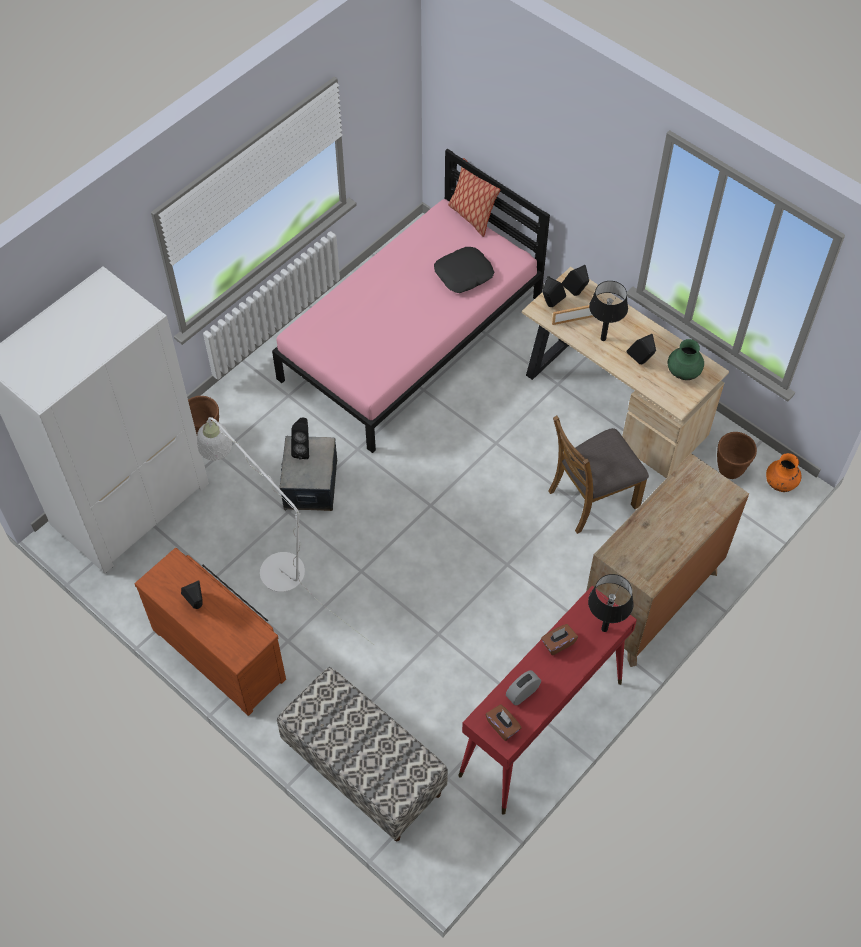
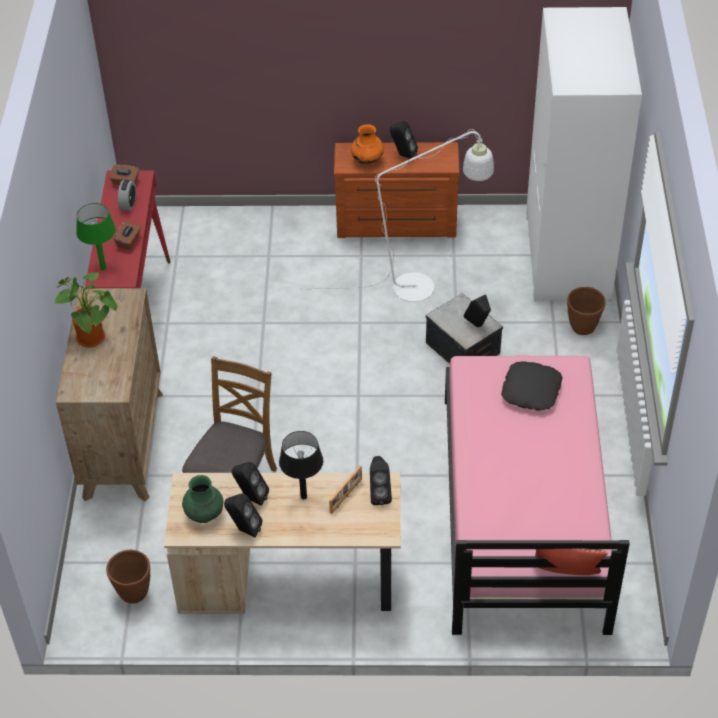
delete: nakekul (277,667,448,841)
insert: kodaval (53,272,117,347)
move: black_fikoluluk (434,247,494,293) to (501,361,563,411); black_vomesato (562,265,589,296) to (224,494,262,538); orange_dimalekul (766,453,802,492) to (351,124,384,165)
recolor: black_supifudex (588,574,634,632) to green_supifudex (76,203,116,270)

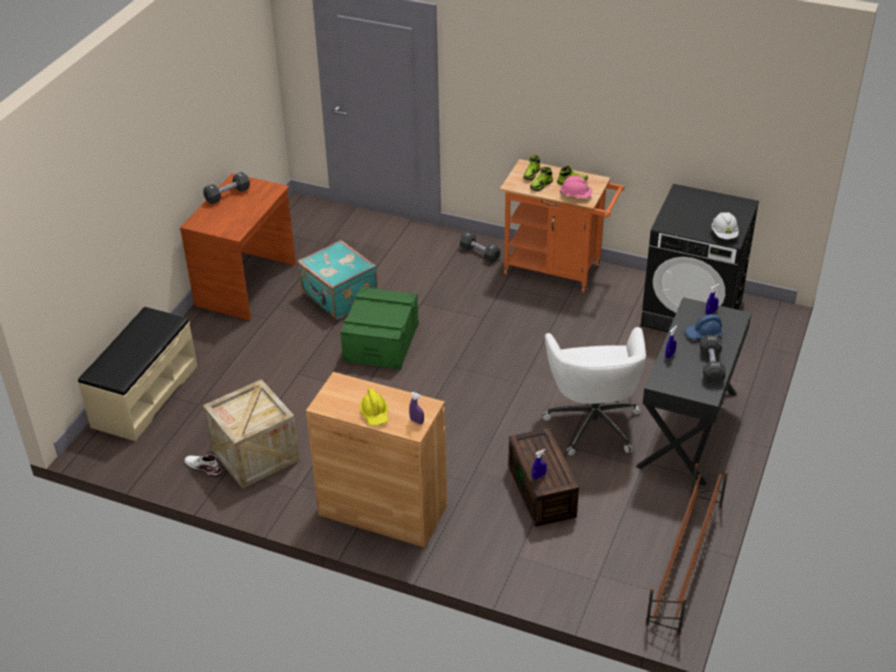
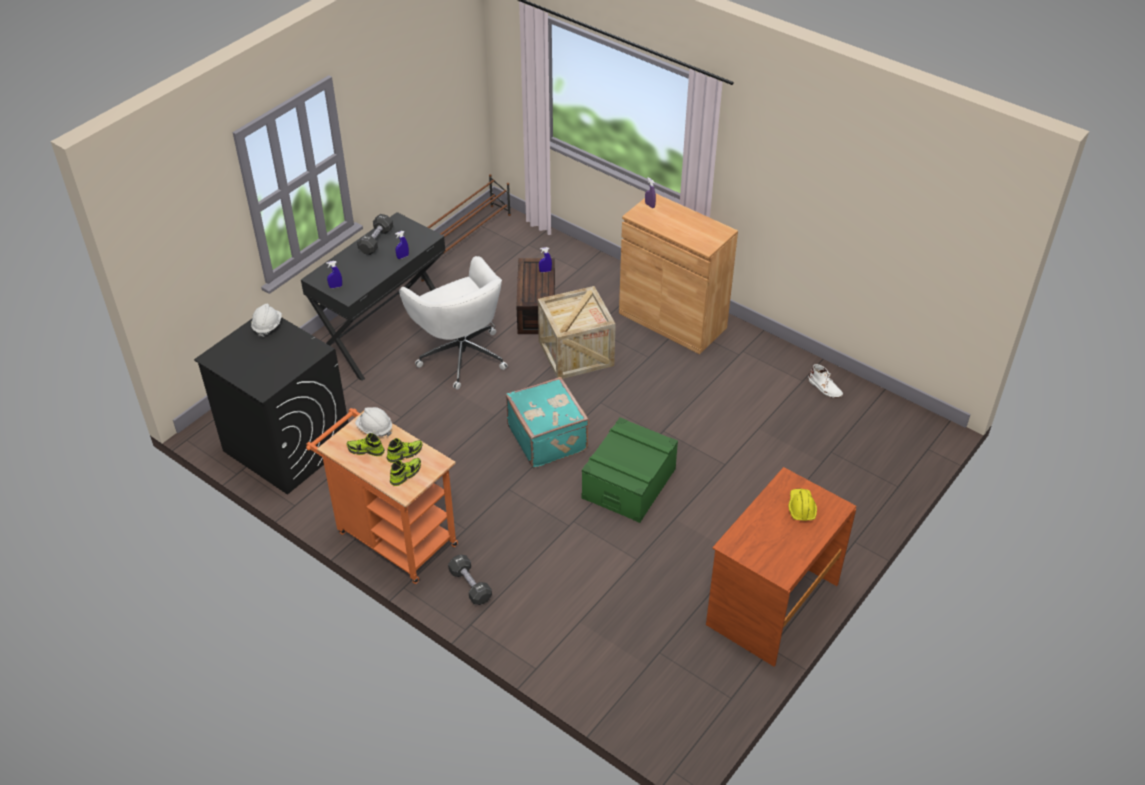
delete: beige_nakekul (78,307,198,441); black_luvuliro (203,172,250,204); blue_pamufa (685,314,723,339)
move: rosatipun (203,379,300,489) to (538,286,616,379); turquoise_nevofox (297,240,378,319) to (506,377,589,468); yellow_pamufa (360,388,388,426) to (789,489,817,521)
recolor: pink_pamufa (560,175,593,198) to white_pamufa (355,407,392,437)
rotate: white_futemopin (543,327,646,456) = (399,256,508,390) 135 degrees clockwise

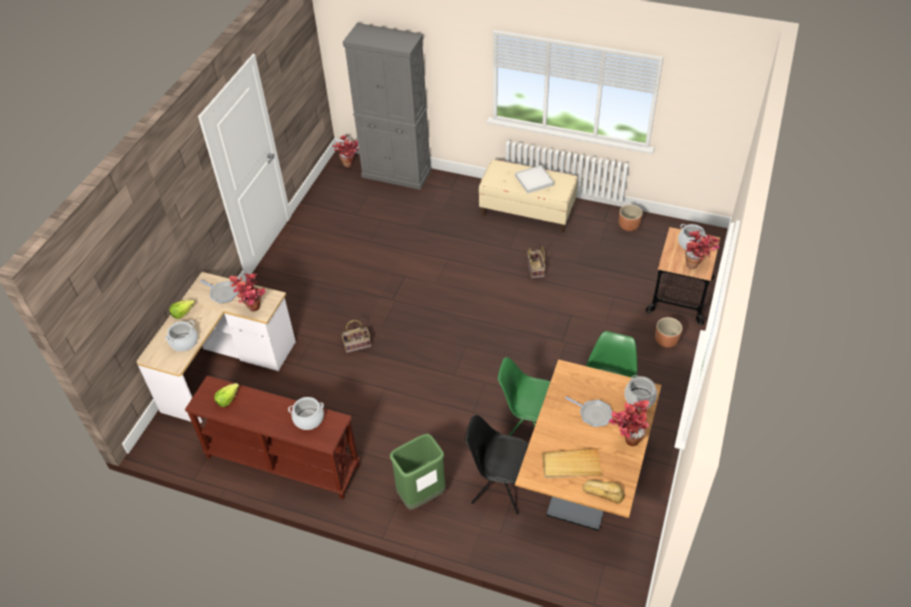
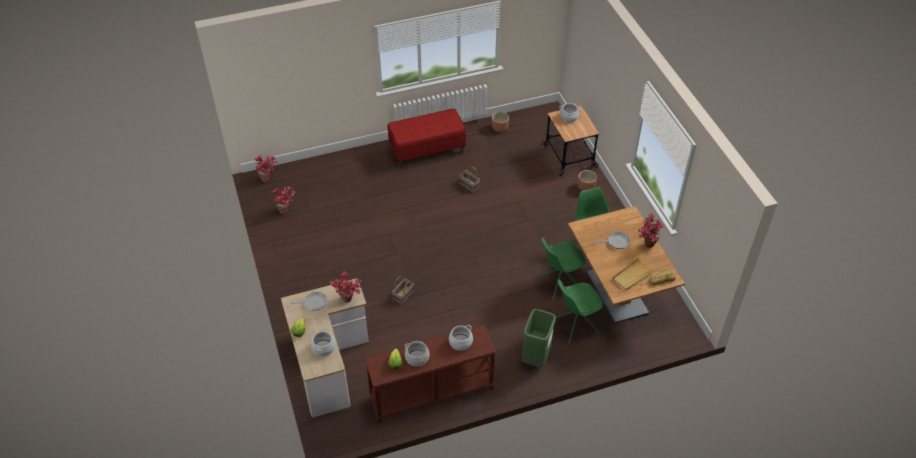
delete: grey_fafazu (343,23,432,190); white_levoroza (515,165,554,193)
move: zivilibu (624,375,657,409) to (405,341,429,366); kodaval (685,231,719,269) to (271,187,296,214)
recolor: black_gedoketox (465,415,529,514) to green_gedoketox (556,279,603,343); beige_nakekul (479,159,578,233) to red_nakekul (388,108,466,168)

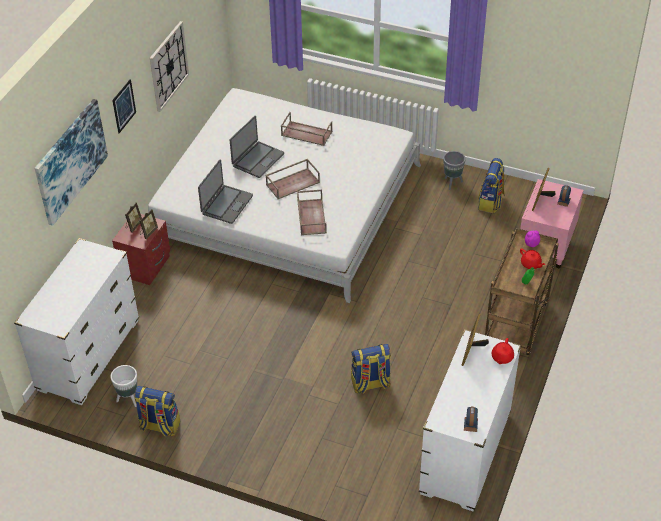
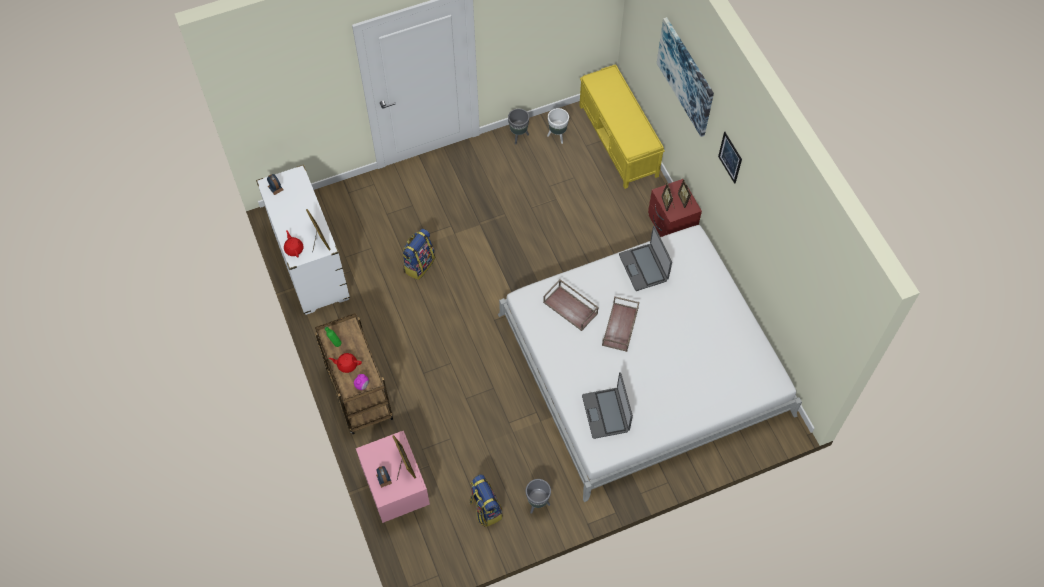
delete: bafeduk (150,21,189,112); brown_levoroza (281,112,333,146)
move: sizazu (230,116,284,178) to (582,372,633,439)
replace: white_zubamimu (14,238,139,405) to yellow_nakekul (579,64,665,189); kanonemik (135,386,180,437) to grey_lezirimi (508,108,529,145)

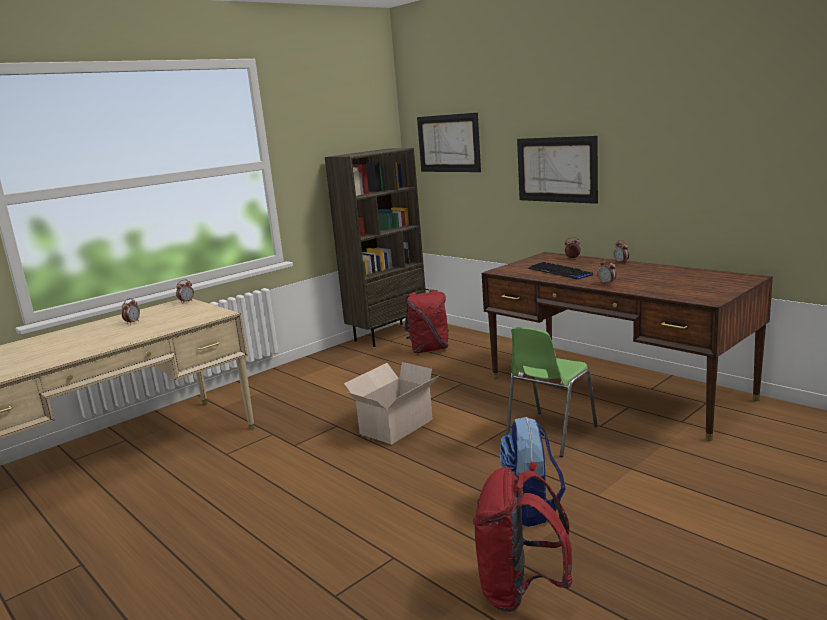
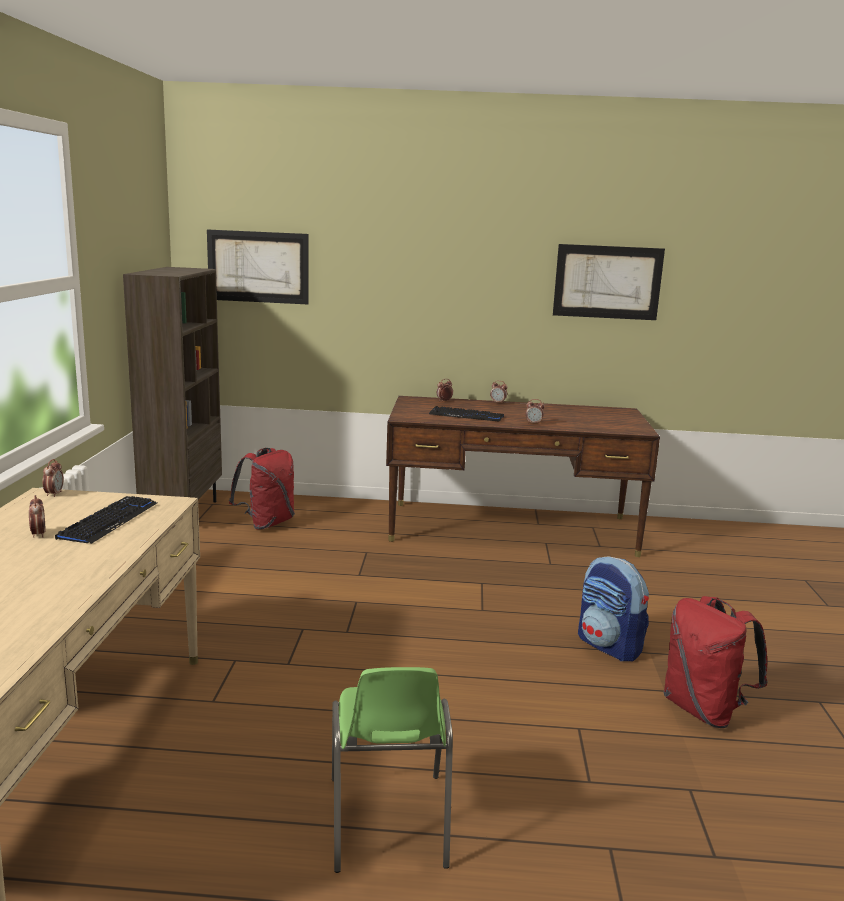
delete: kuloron (344,362,440,445)
insert: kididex (55,496,157,544)
move: green_gedoketox (506,327,597,457) to (332,667,453,873); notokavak (517,136,598,204) to (553,244,665,320)

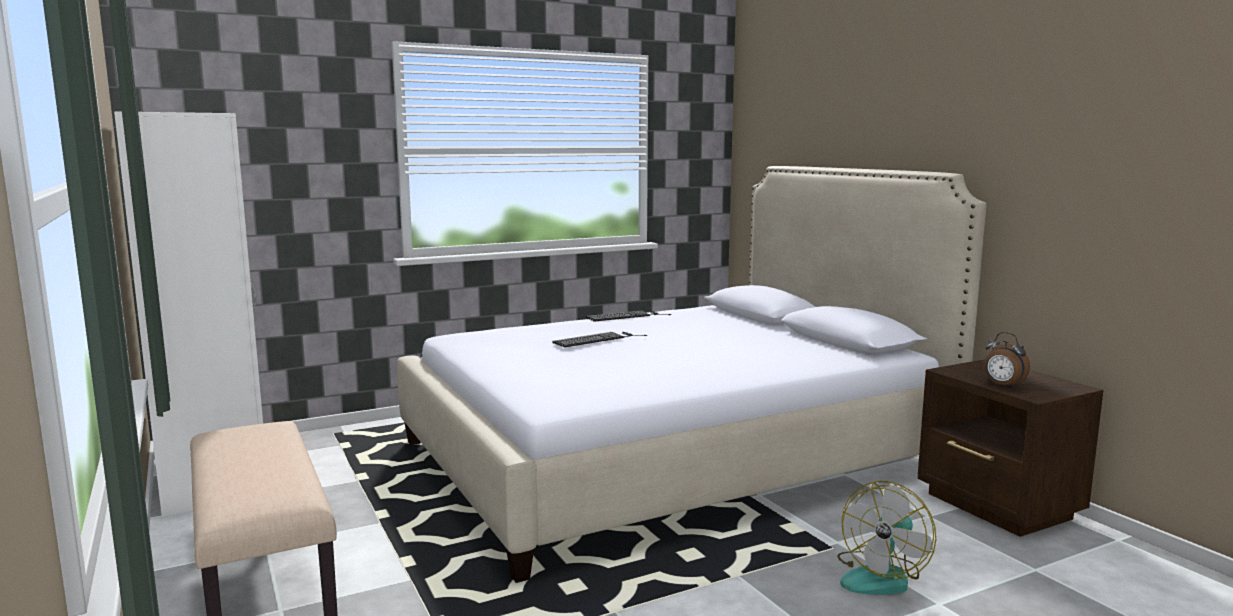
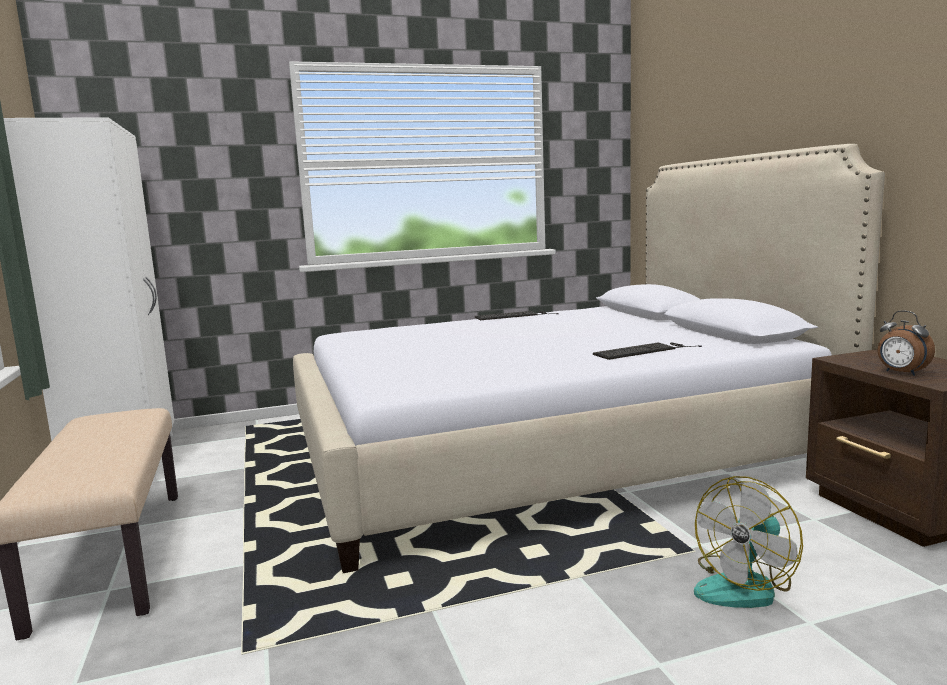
move: kididex (553,332,647,348) to (593,342,702,360)

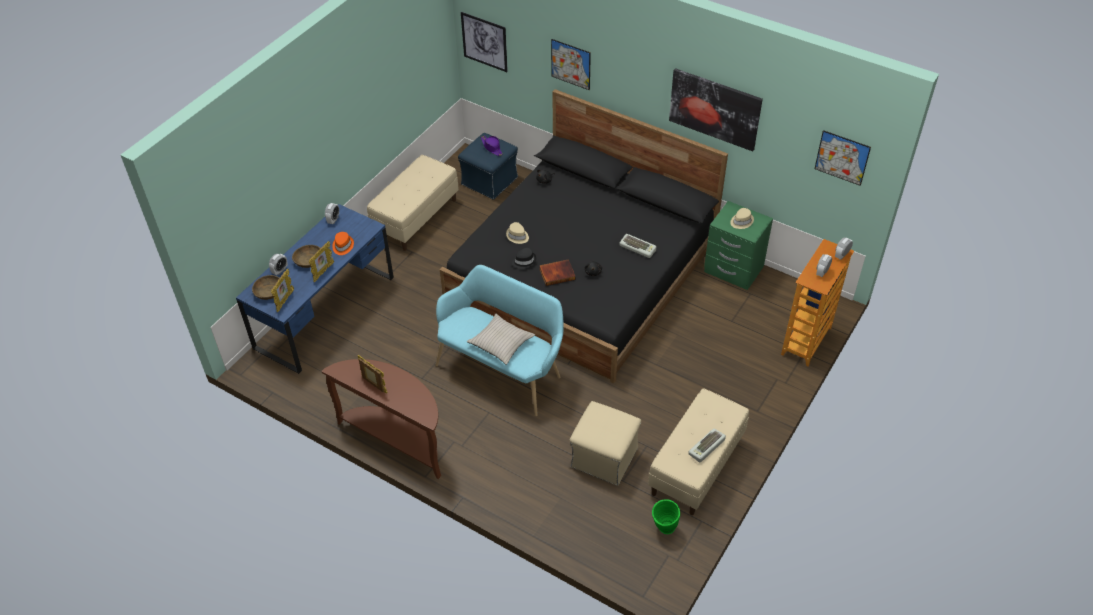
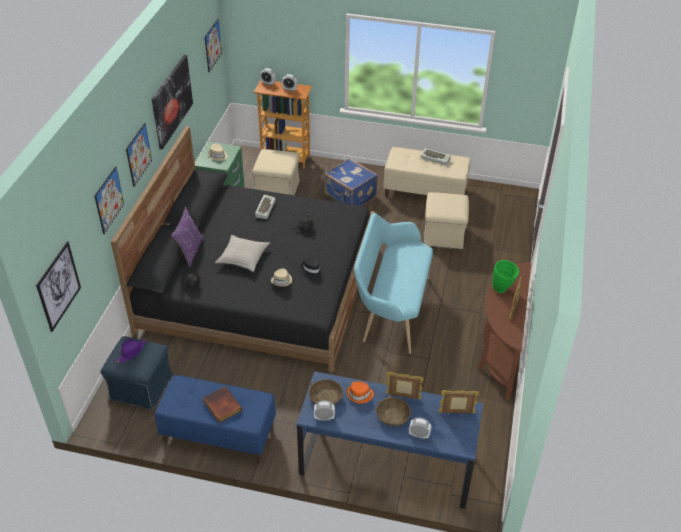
insert: notokavak (126,123,152,187); purple_fikoluluk (171,207,204,267); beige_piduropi (252,149,300,195); blue_nevofox (324,158,378,206)
move: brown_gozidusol (252,275,279,300) to (309,379,343,405); beige_fikoluluk (467,314,535,365) to (215,235,270,272); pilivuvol (539,259,576,286) to (203,386,242,423); green_dimalekul (652,499,680,534) to (492,260,519,293)
recolor: beige_nakekul (367,155,459,251) to blue_nakekul (155,375,276,462)

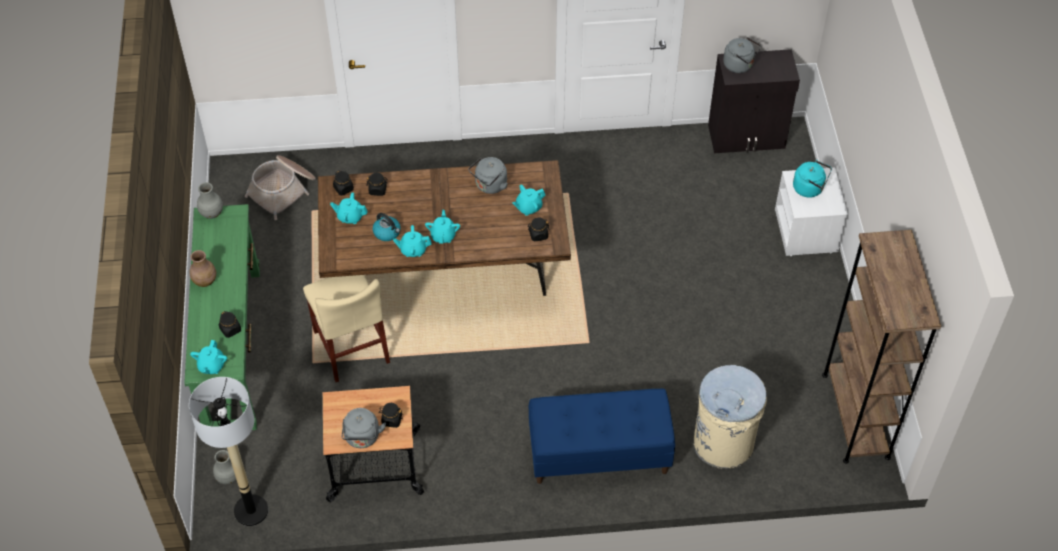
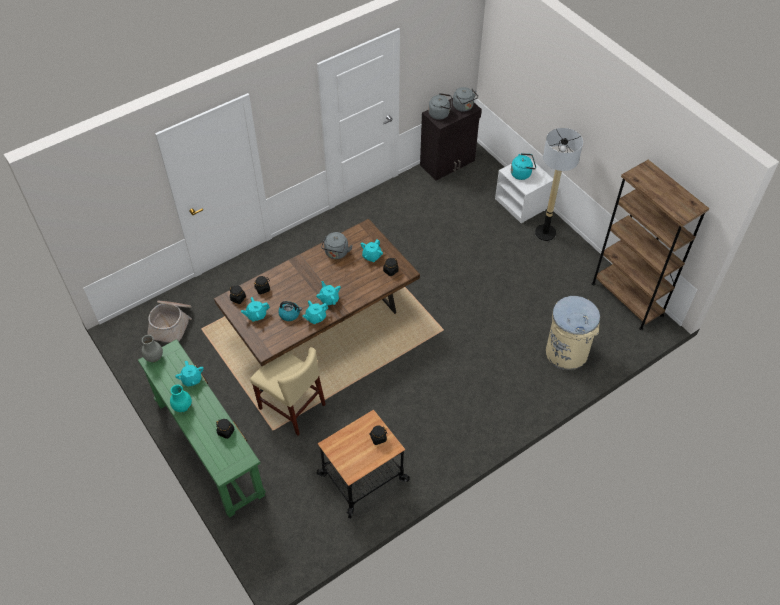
delete: grey_dimalekul (213,450,236,485); blue_nakekul (529,389,675,484)
move: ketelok (189,377,268,526) to (535,128,583,241); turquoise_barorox (190,340,227,374) to (175,361,203,386); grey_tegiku (342,408,386,448) to (453,87,478,112)
recolor: brown_dimalekul (190,250,216,287) to turquoise_dimalekul (170,385,192,412)

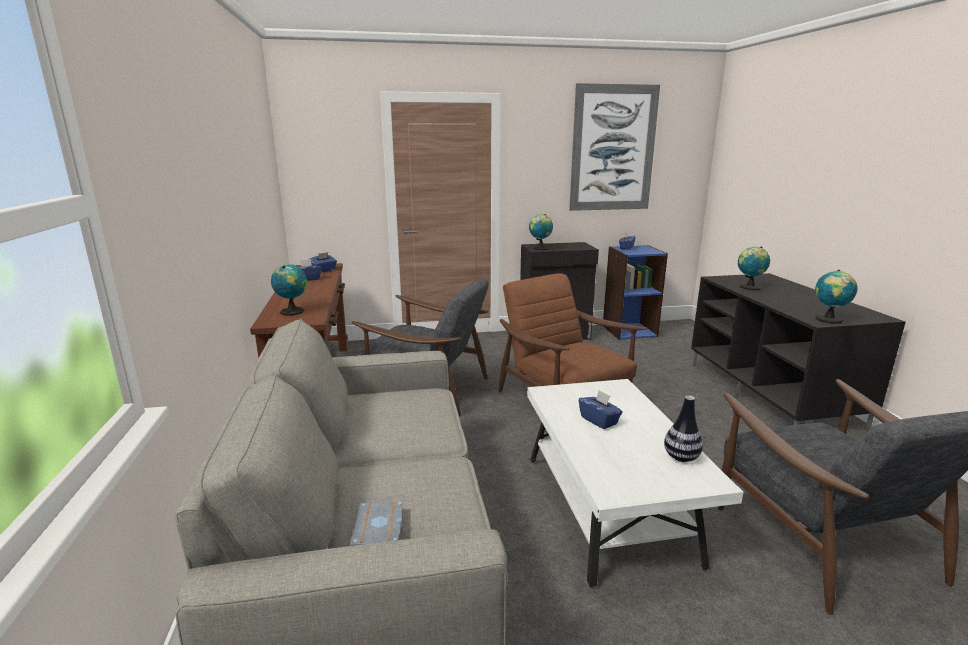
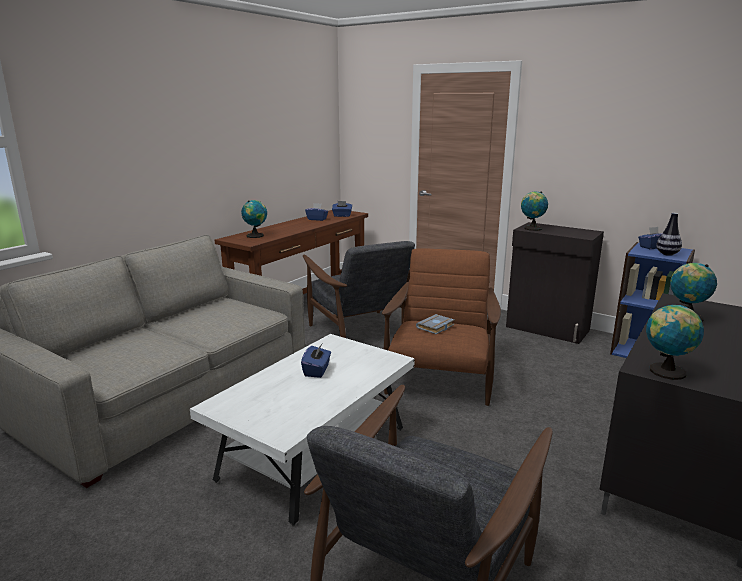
delete: notokavak (569,83,660,211)
move: grey_pilivuvol (349,501,404,546) to (416,314,454,334); dimalekul (664,396,703,462) to (656,213,682,256)

